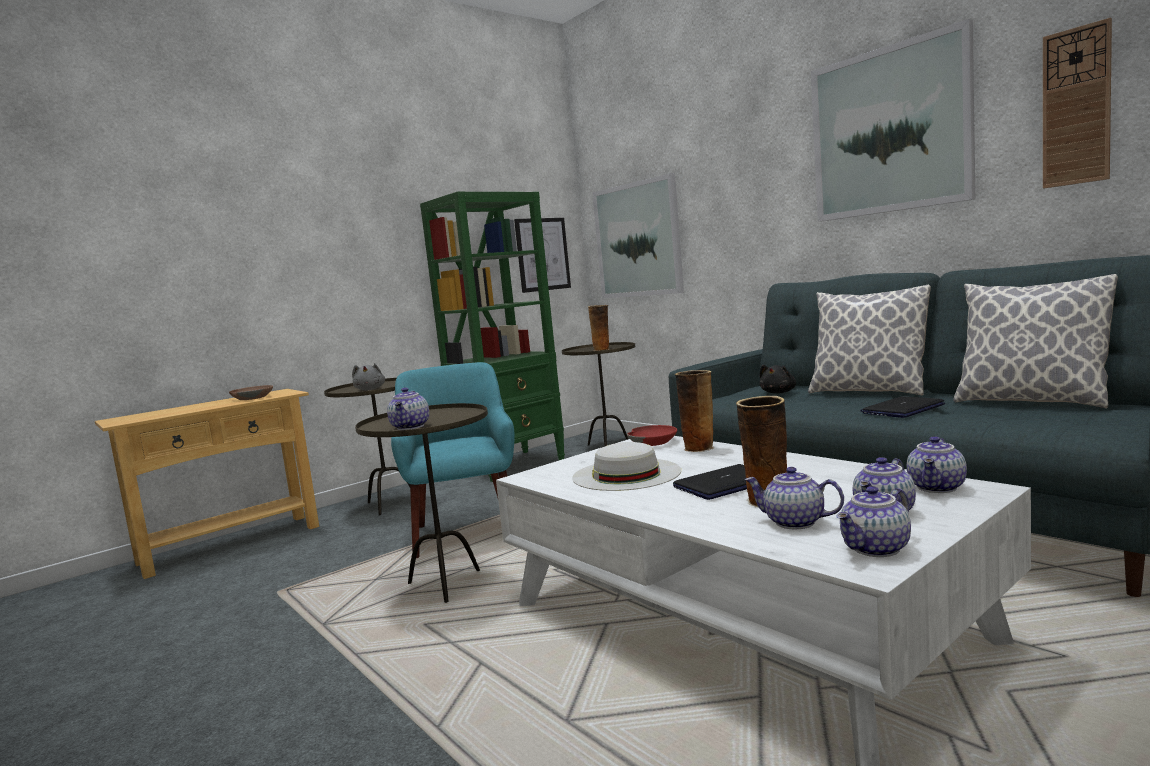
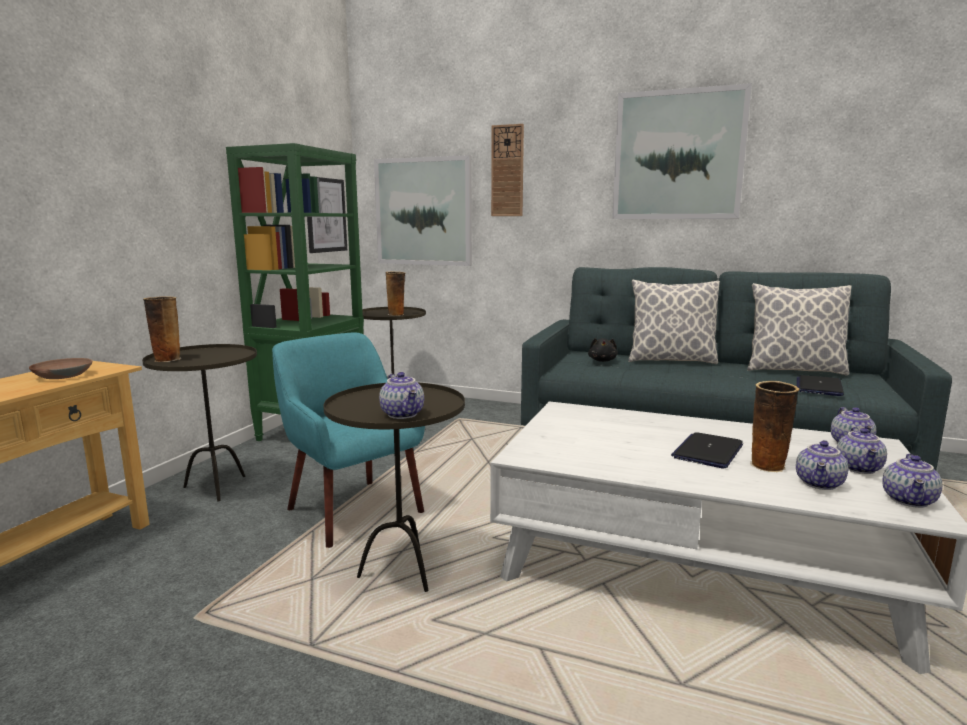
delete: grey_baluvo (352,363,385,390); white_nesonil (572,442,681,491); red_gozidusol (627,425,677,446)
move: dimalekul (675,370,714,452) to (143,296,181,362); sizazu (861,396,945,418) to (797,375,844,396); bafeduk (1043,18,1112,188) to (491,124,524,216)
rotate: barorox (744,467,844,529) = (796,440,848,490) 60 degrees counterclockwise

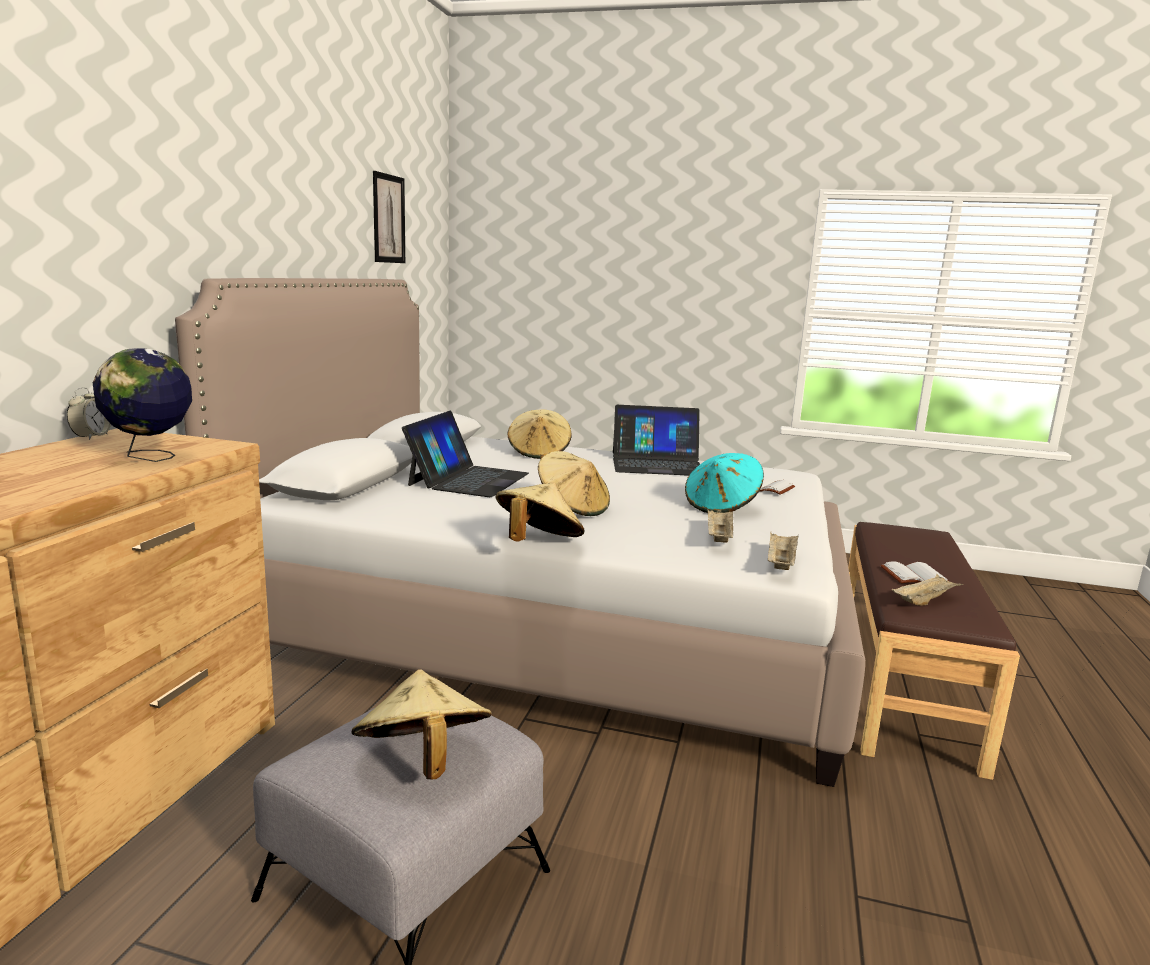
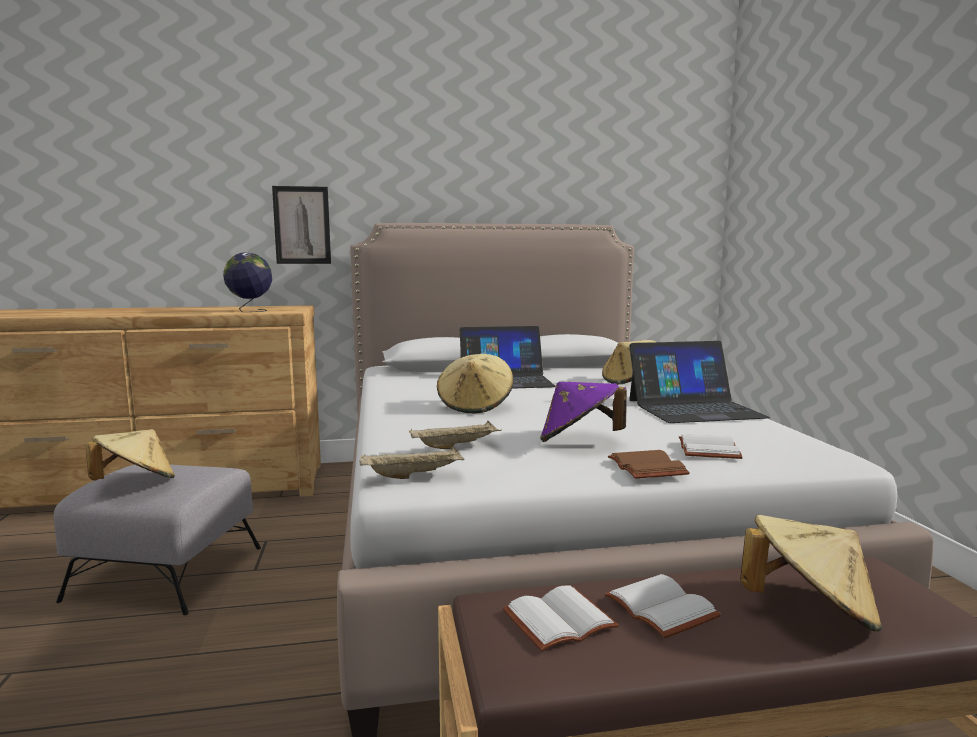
delete: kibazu (67,387,111,440)
insert: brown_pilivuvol (608,450,690,479)
move: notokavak (373,171,405,263) to (272,186,331,264); beige_nesonil (495,482,584,541) to (740,515,882,632)
replace: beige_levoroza (892,574,963,606) to white_pilivuvol (503,585,619,651)
recolor: turquoise_nesonil (685,453,764,513) to purple_nesonil (540,382,627,442)
rotate: sizazu (613,405,700,476) = (629,341,770,423) 75 degrees counterclockwise

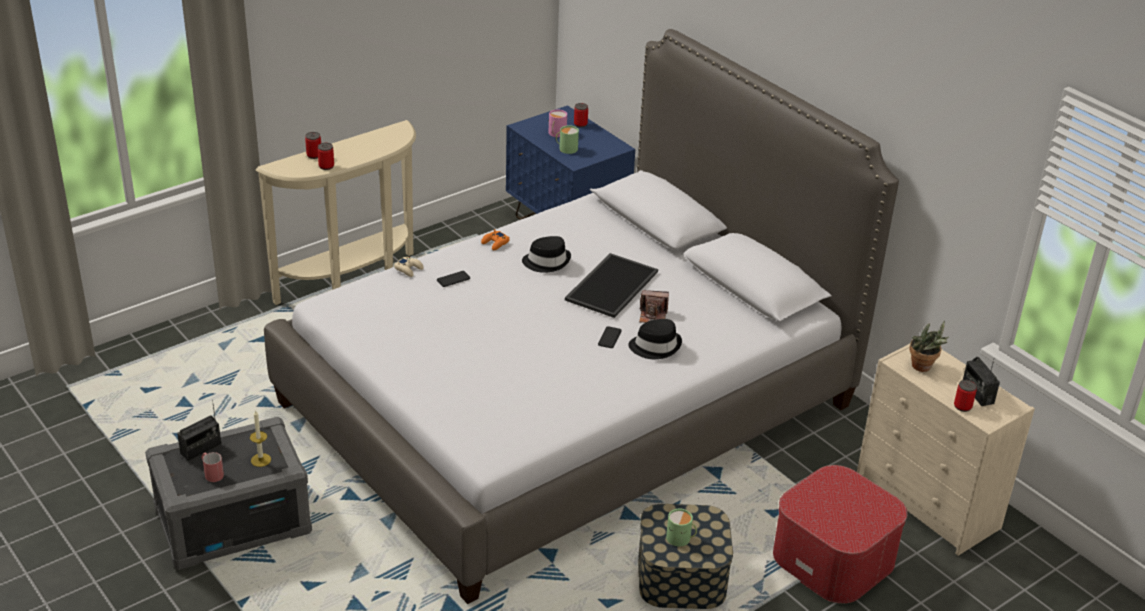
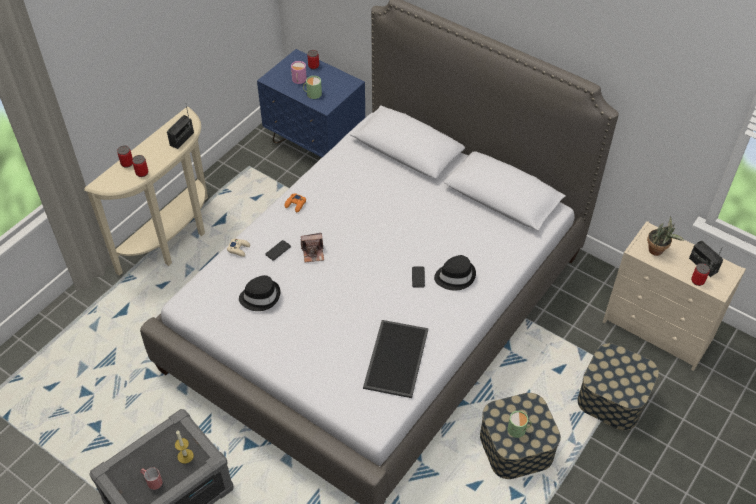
move: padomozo (177,399,221,461) to (167,106,194,149); black_nesonil (522,236,571,273) to (239,275,280,311); levoroza (565,253,658,318) to (363,320,428,398); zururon (639,290,669,323) to (301,233,324,263)
replace: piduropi (773,465,908,604) to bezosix (578,343,659,430)

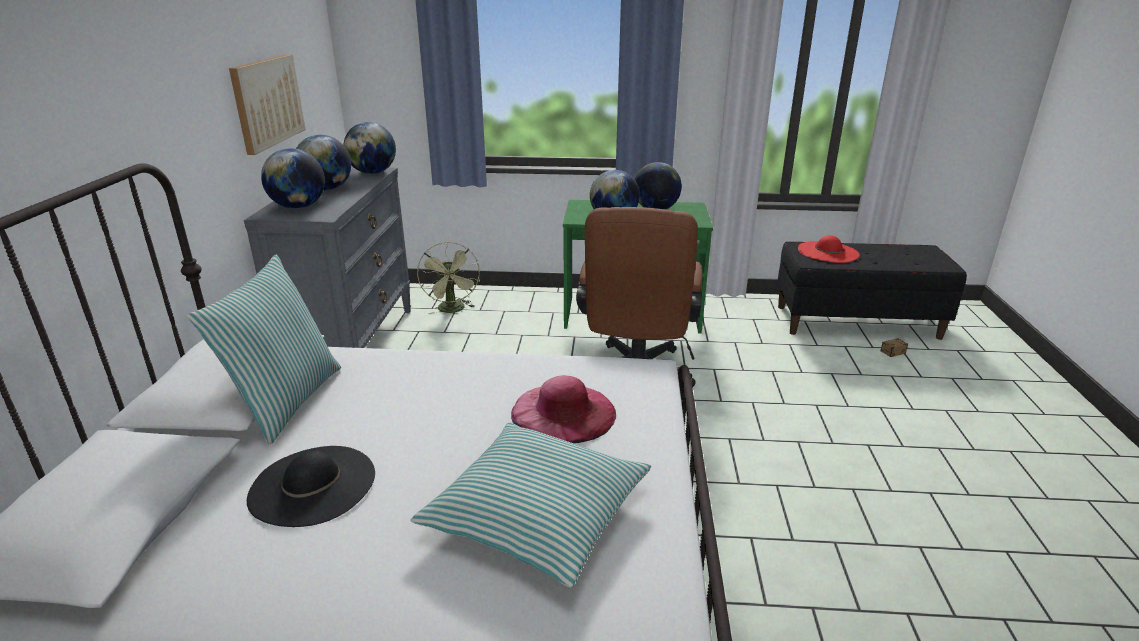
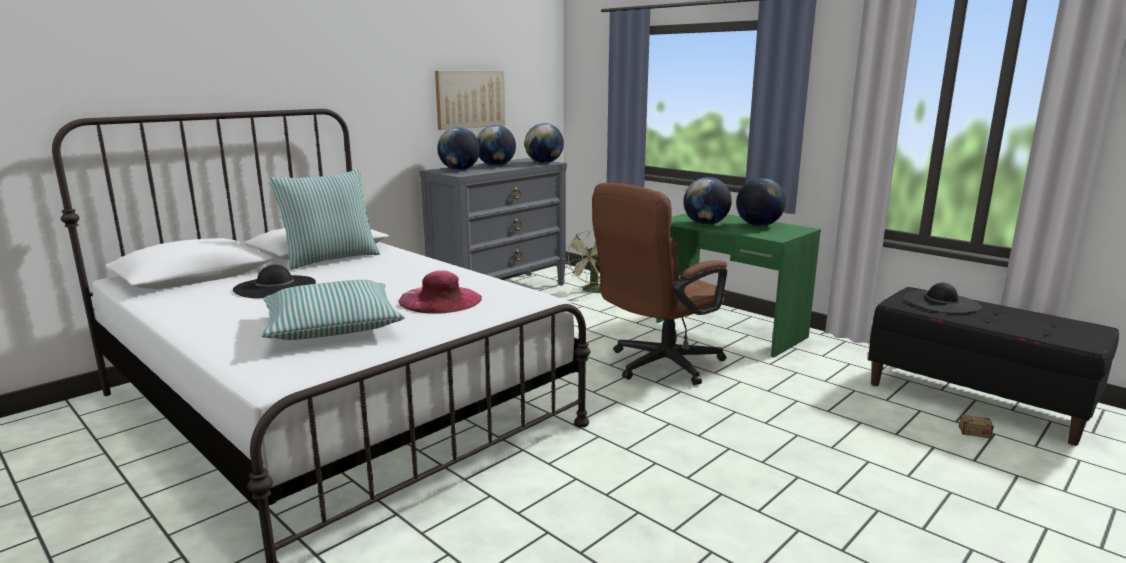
recolor: red_nesonil (798,235,860,263) to black_nesonil (903,283,982,313)

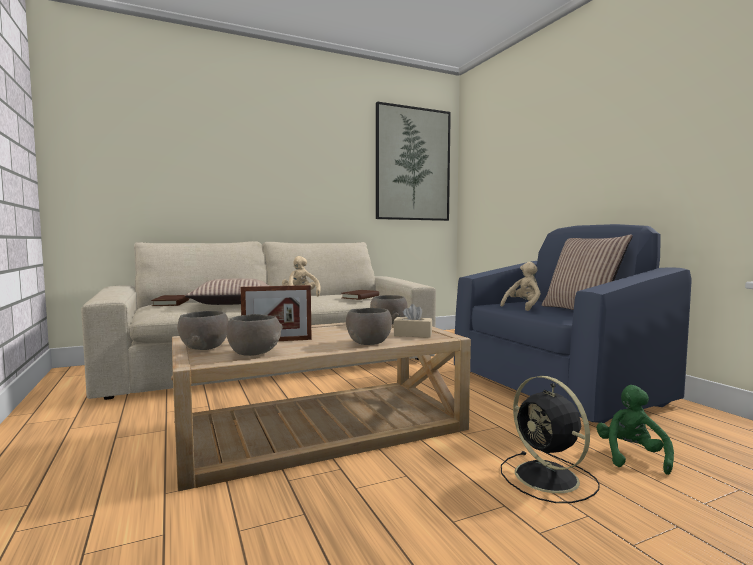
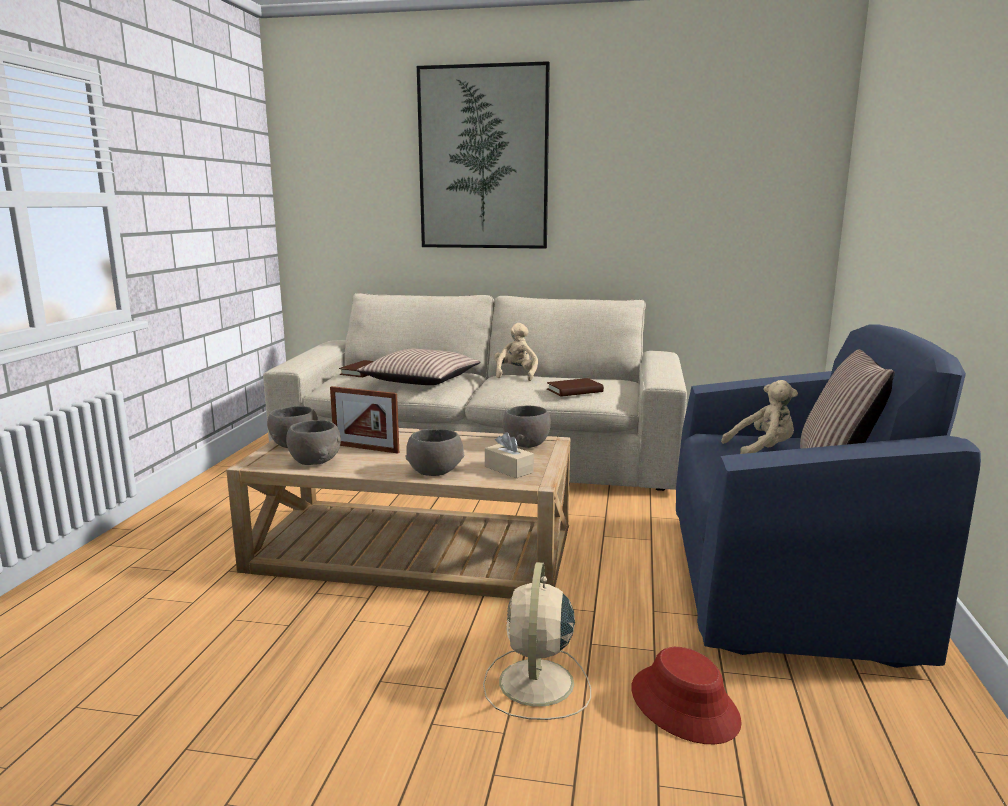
move: notokavak (376,102,451,221) to (417,61,550,249)
replace: green_baluvo (596,385,674,475) to red_nesonil (631,647,742,744)
recolor: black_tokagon (501,376,600,503) to beige_tokagon (483,562,591,720)

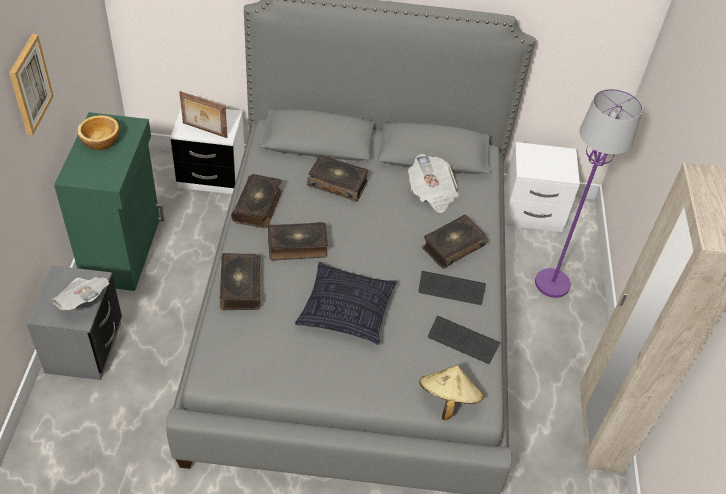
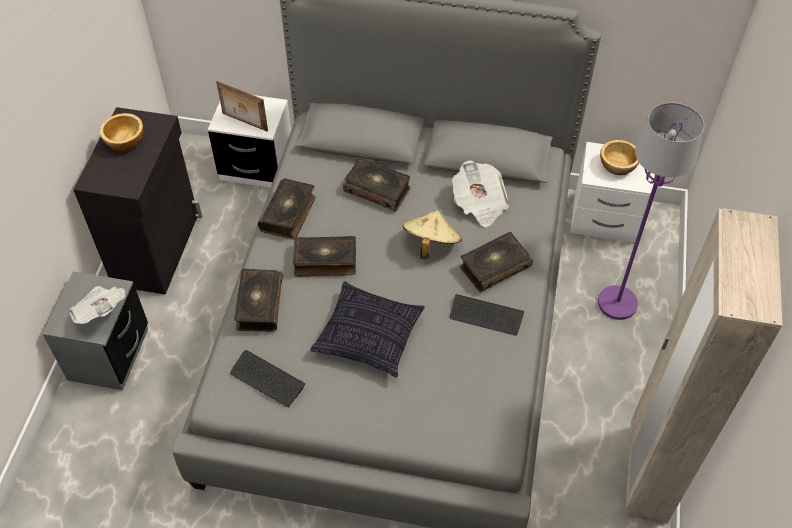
delete: notokavak (9,34,54,135)
insert: gozidusol (600,140,639,175)
move: beige_nesonil (419,365,484,420) to (403,210,462,259); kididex (428,316,500,364) to (230,350,305,407)
recolor: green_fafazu (54,112,164,291) to black_fafazu (73,107,202,295)

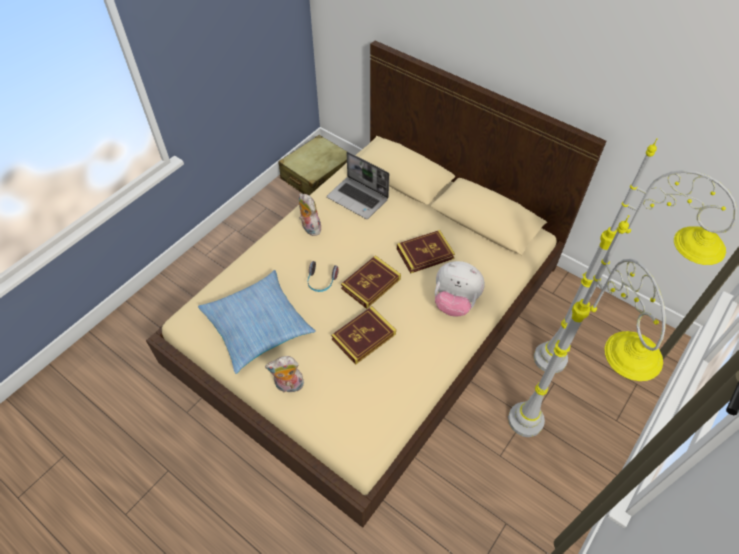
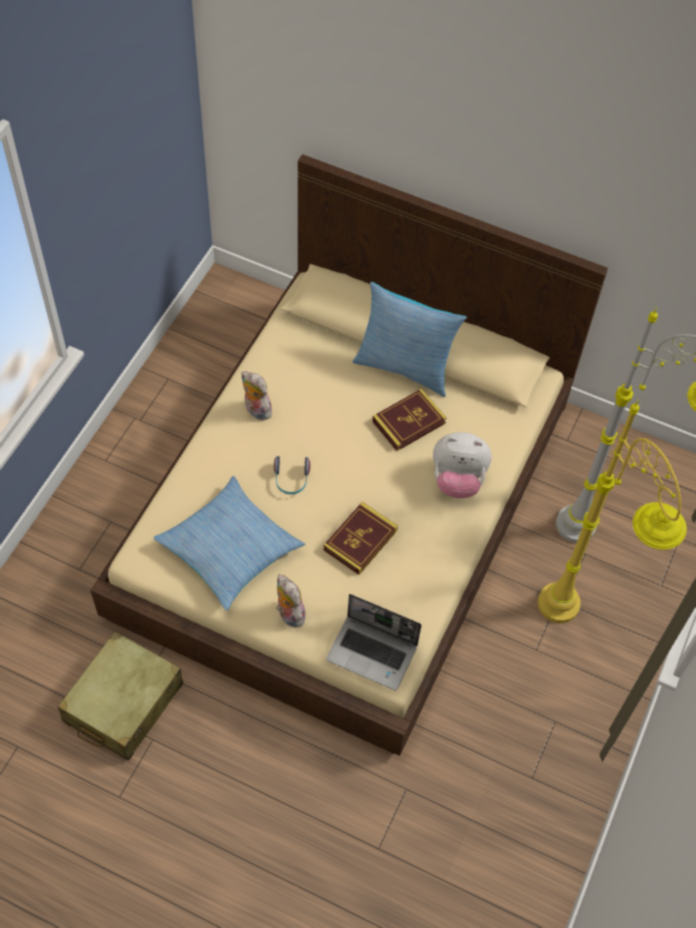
delete: pilivuvol (341,255,401,309)
insert: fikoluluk (353,282,467,397)
move: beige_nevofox (278,135,347,195) to (57,631,183,761); sizazu (327,152,389,219) to (326,594,422,691)
recolor: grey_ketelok (508,215,666,437) to yellow_ketelok (538,400,687,623)
rotate: baluvo (265,356,304,392) = (276,574,306,628) 75 degrees clockwise

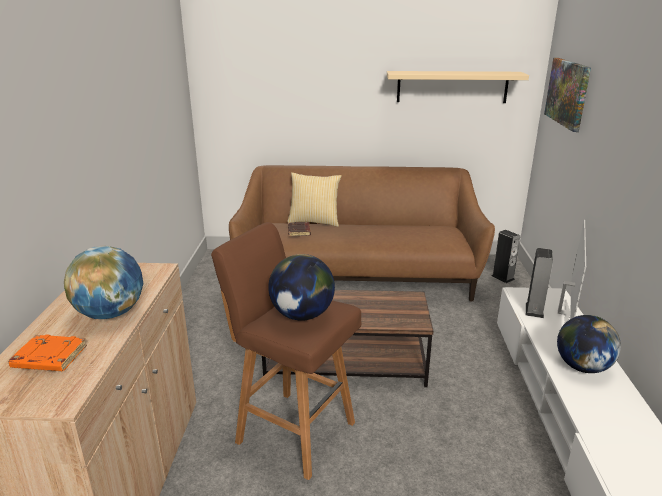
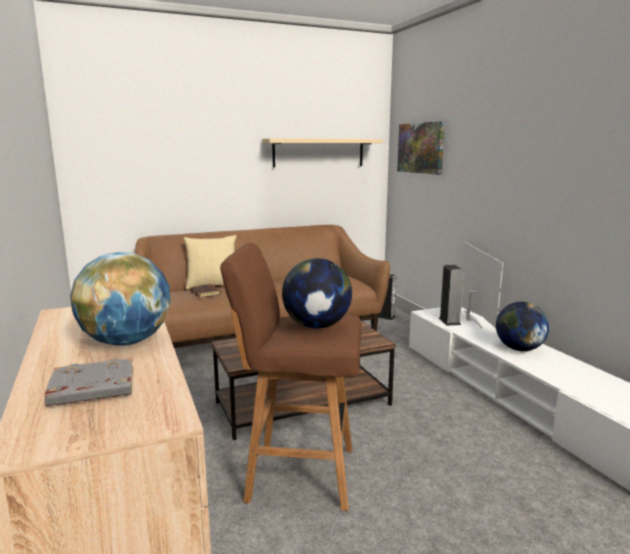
recolor: orange_pilivuvol (8,334,87,371) to grey_pilivuvol (44,358,133,406)

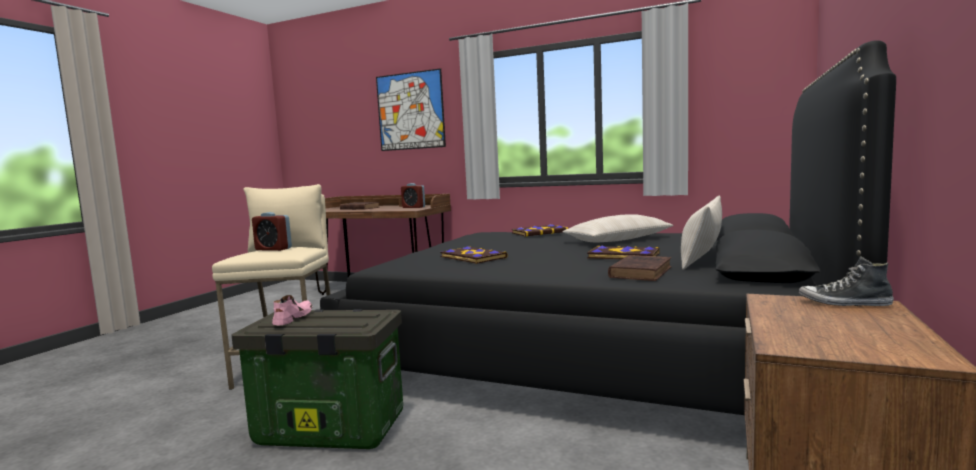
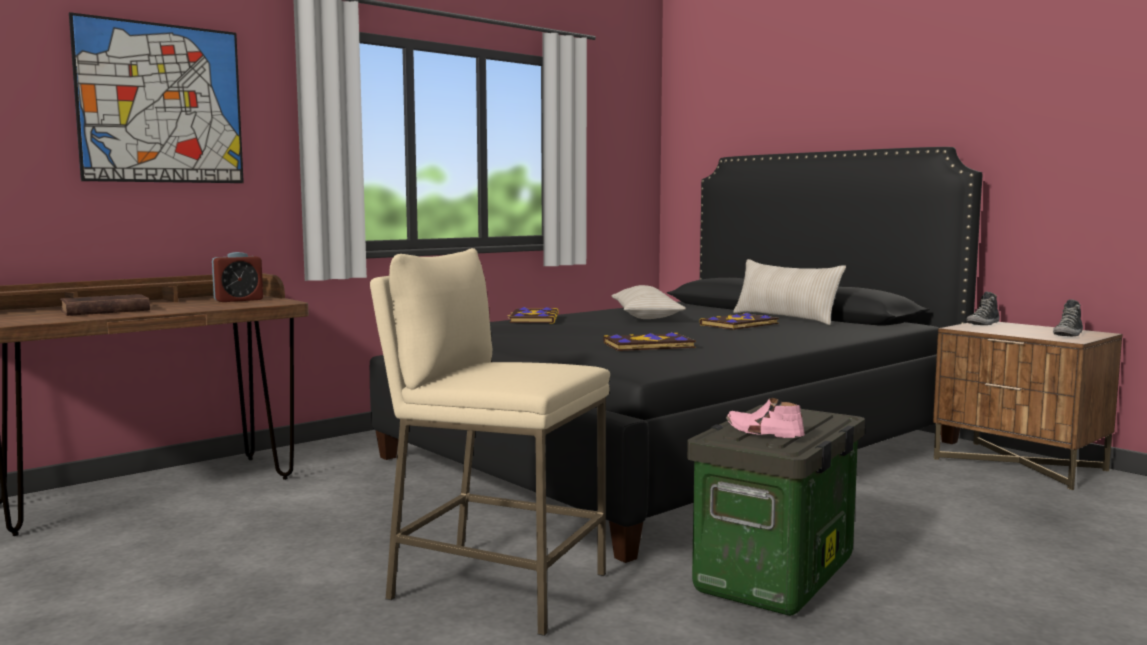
delete: kibazu (252,212,292,251); brown_pilivuvol (608,255,672,281)
insert: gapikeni (1053,299,1083,336)

